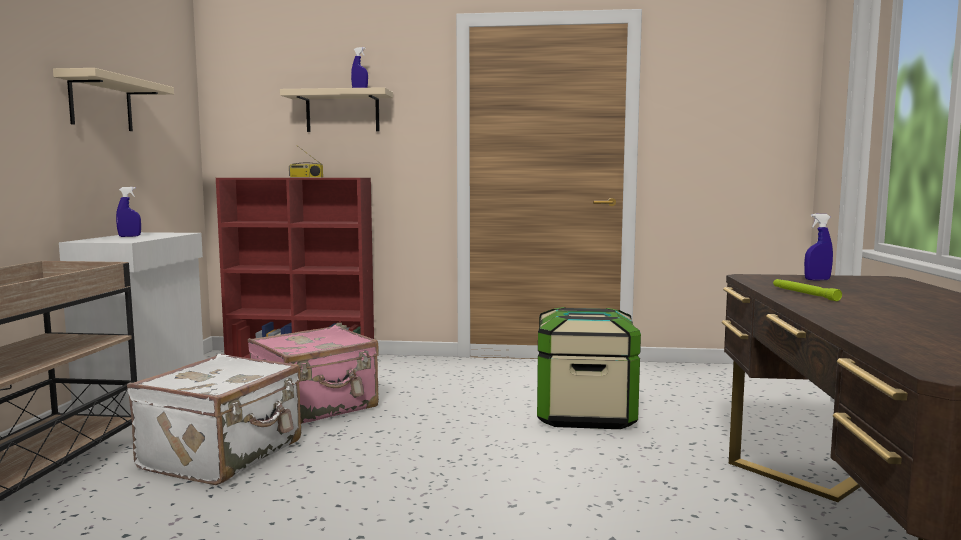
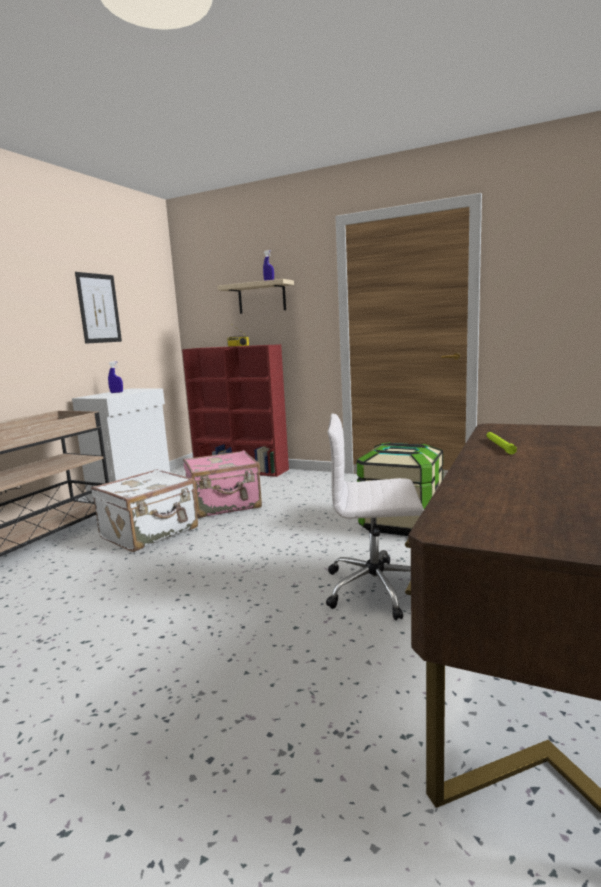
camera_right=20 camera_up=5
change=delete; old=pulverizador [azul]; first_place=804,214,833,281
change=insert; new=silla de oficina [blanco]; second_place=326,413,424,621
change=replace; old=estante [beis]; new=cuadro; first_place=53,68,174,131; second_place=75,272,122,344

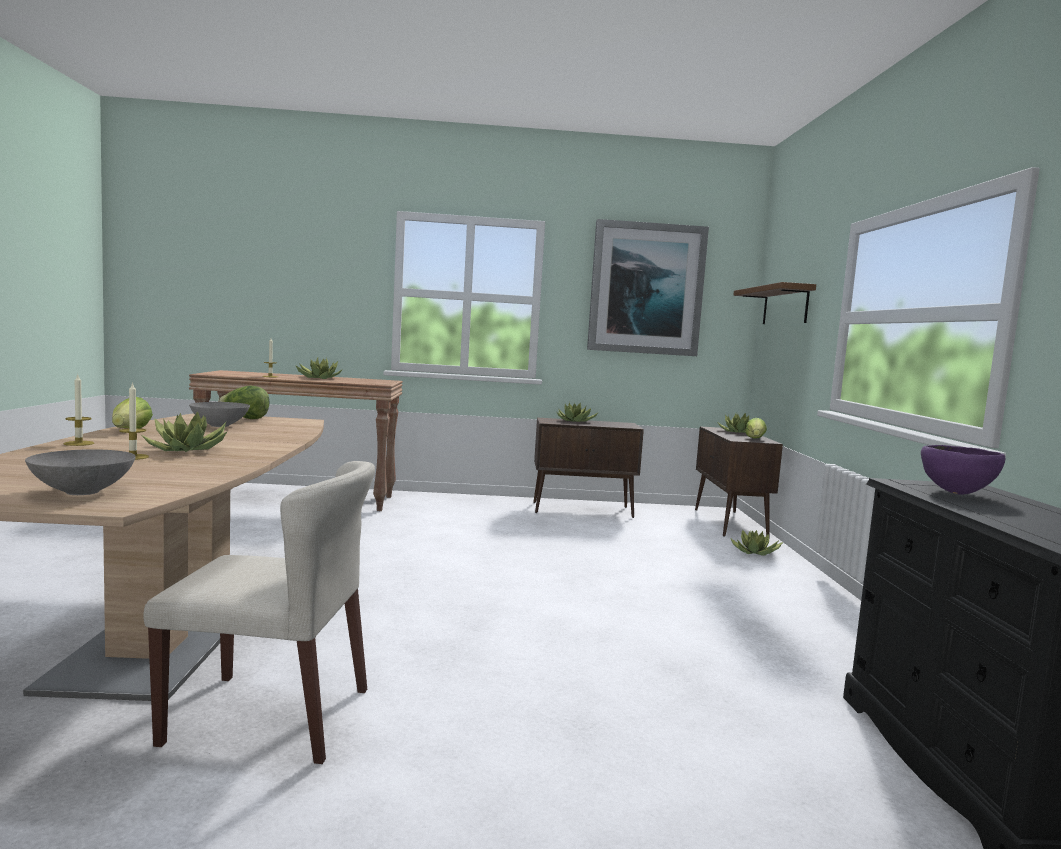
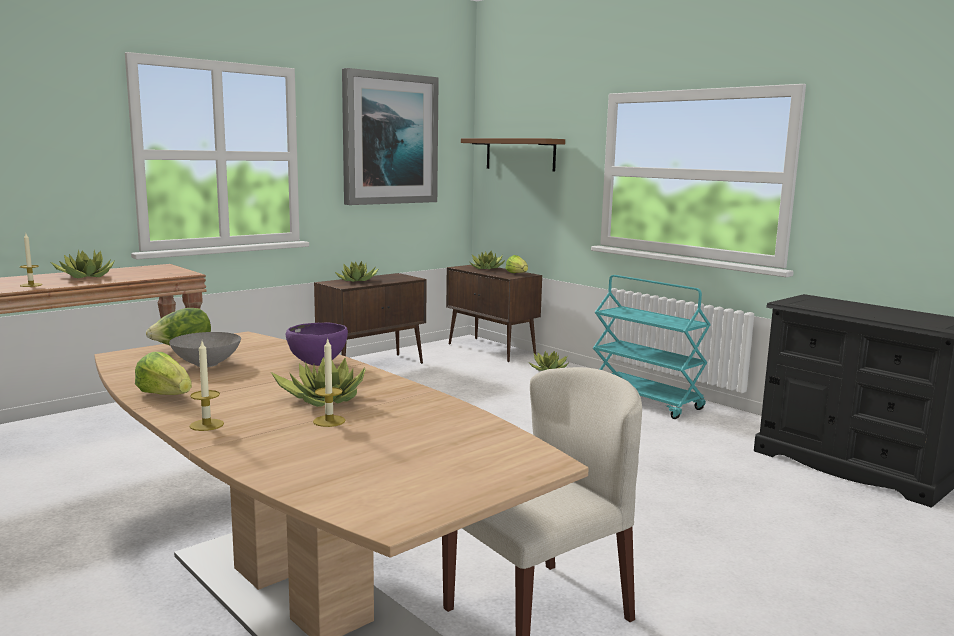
camera_right=-40 camera_up=5
change=delete; old=cuenco [gris]; first_place=25,449,136,495
change=insert; new=carrito [turquesa]; second_place=593,275,711,419
change=move; old=cuenco [morado]; first_place=921,445,1006,495; second_place=286,322,348,366

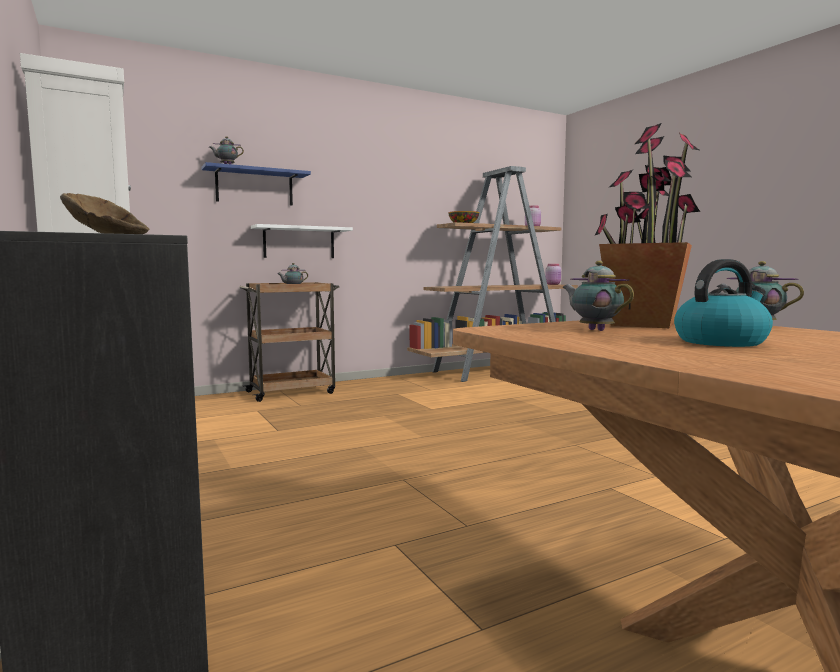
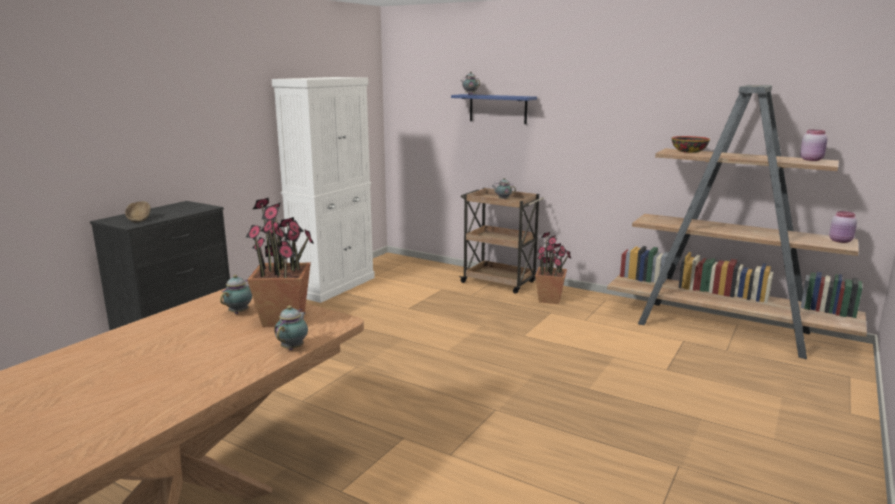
camera_right=60 camera_up=10
change=delete; old=estante [blanco]; first_place=251,224,353,258
change=delete; old=hervidor; first_place=674,259,773,347
change=insert; new=planta en maceta; second_place=535,232,571,304

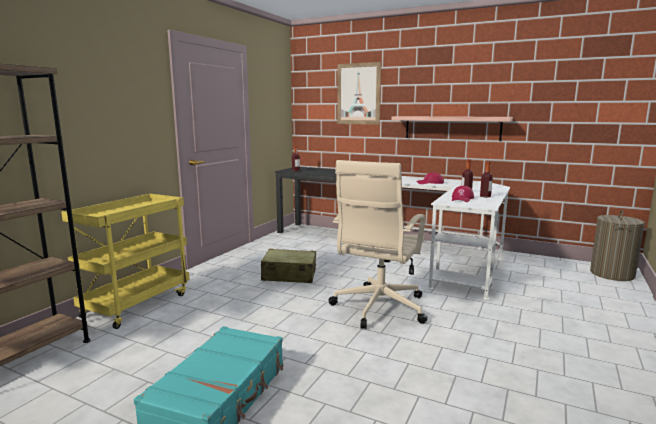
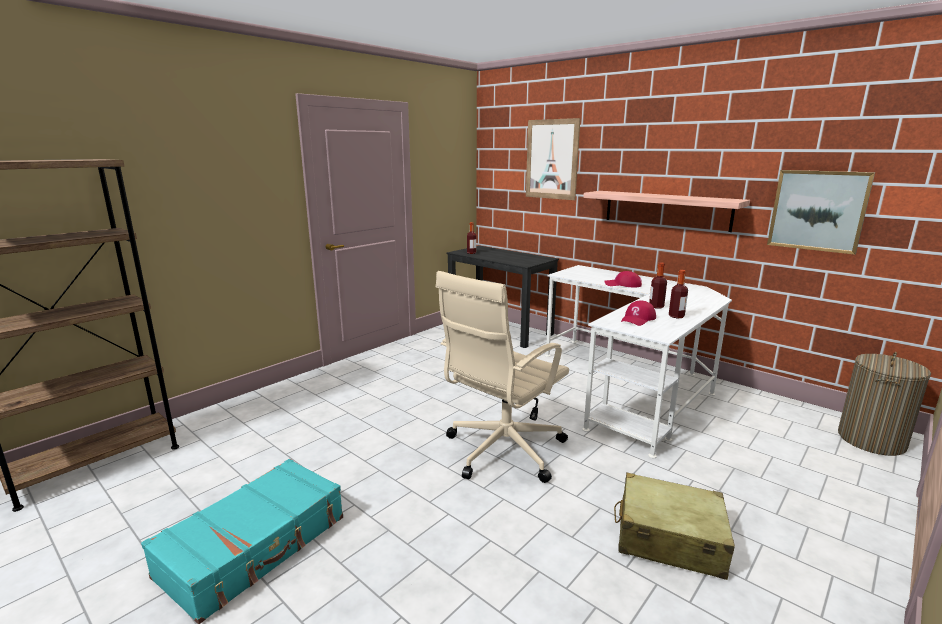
camera_right=15 camera_up=5
change=delete; old=carrito [amarillo]; first_place=61,194,190,329
change=insert; new=cuadro; second_place=767,170,875,255
change=move; old=maleta [beis]; first_place=261,249,316,283; second_place=614,473,735,580

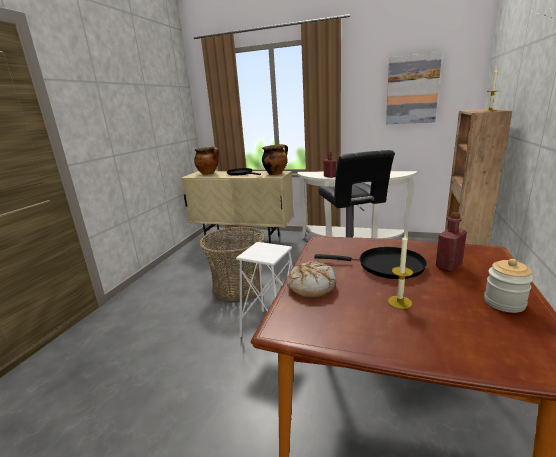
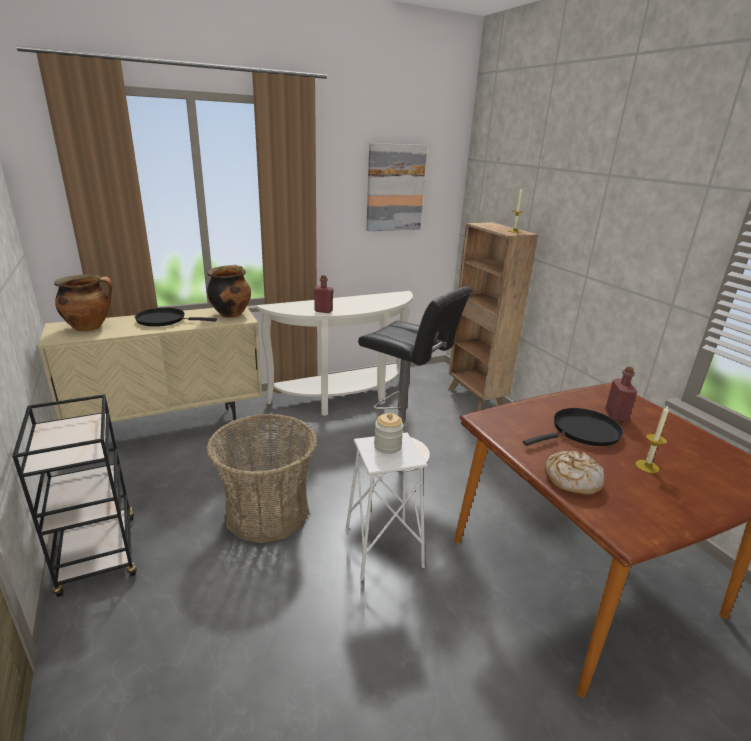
camera_right=-45 camera_up=5
change=insert; new=carrito [negro]; second_place=12,394,137,597
change=move; old=tarro; first_place=484,259,533,313; second_place=374,413,404,454

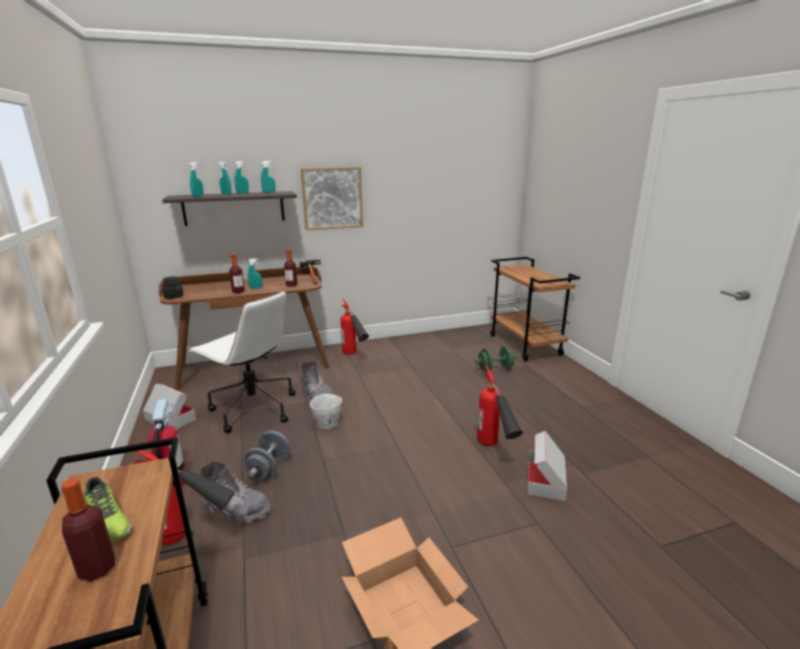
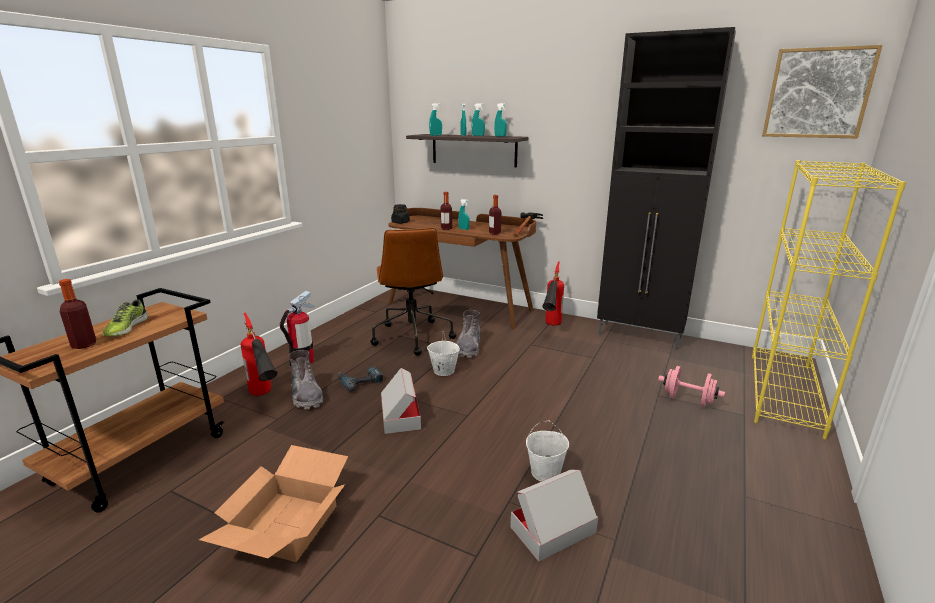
camera_right=45 camera_up=0
change=insert; new=armario [negro]; second_place=597,27,736,350
change=move; old=caja de cartón; first_place=143,384,196,430; second_place=381,368,421,434
change=move; old=cuadro; first_place=301,167,363,230; second_place=762,45,883,139
change=replace; old=mancuerna [gris]; new=taladro; first_place=243,431,290,479; second_place=338,366,383,392
change=replace; old=extintor; new=cubo [blanco]; first_place=477,365,523,446; second_place=526,420,569,482
change=replace; old=carrito [marrón]; new=estantería [amarillo]; first_place=490,257,580,361; second_place=752,160,906,440
change=recolor; old=silla de oficina [blanco]; new=silla de oficina [marrón]; first_place=189,291,295,433; second_place=370,228,456,356
change=recolor; old=mancuerna [verde]; new=mancuerna [rosa]; first_place=475,346,517,372; second_place=658,366,725,407

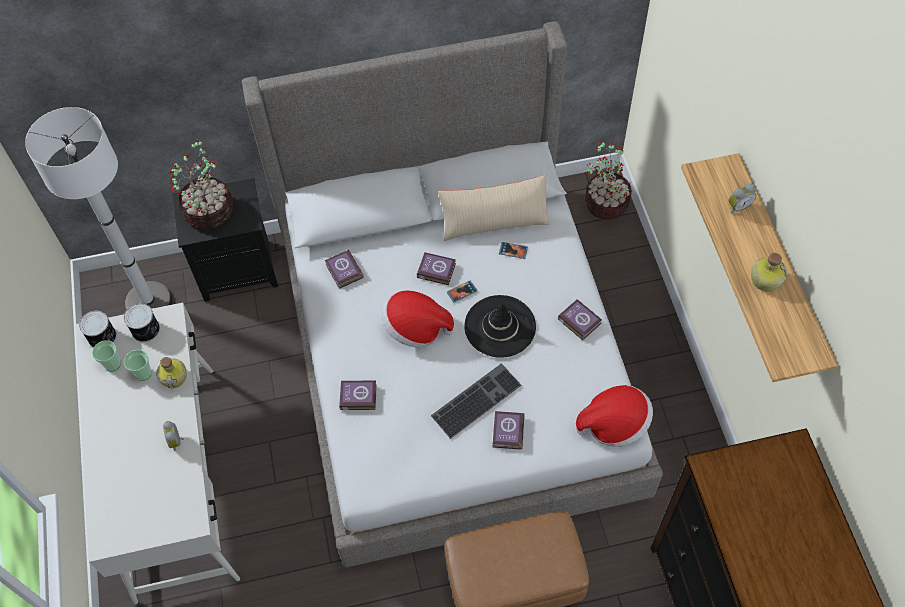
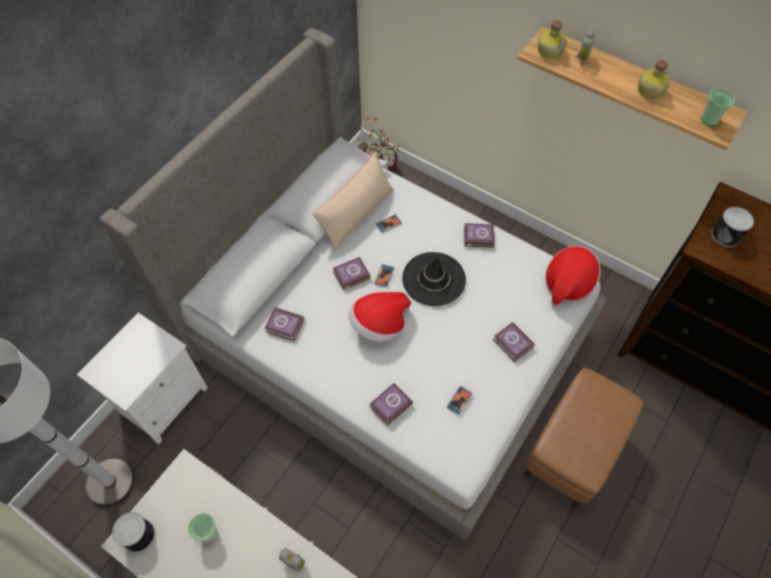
camera_right=-45 camera_up=0
change=delete; old=planta en maceta; first_place=169,138,233,230
change=delete; old=teclado; first_place=431,363,521,439
change=insert; new=móvil; second_place=447,386,473,415
change=move; old=taza; first_place=92,340,121,371; second_place=701,88,735,126
change=move; old=lata; first_place=124,303,160,342; second_place=712,207,754,247
change=move; old=botella; first_place=156,357,187,388; second_place=538,20,567,59
change=recolor; old=mesita de noche [negro]; new=mesita de noche [blanco]; first_place=172,178,278,302; second_place=77,313,208,445

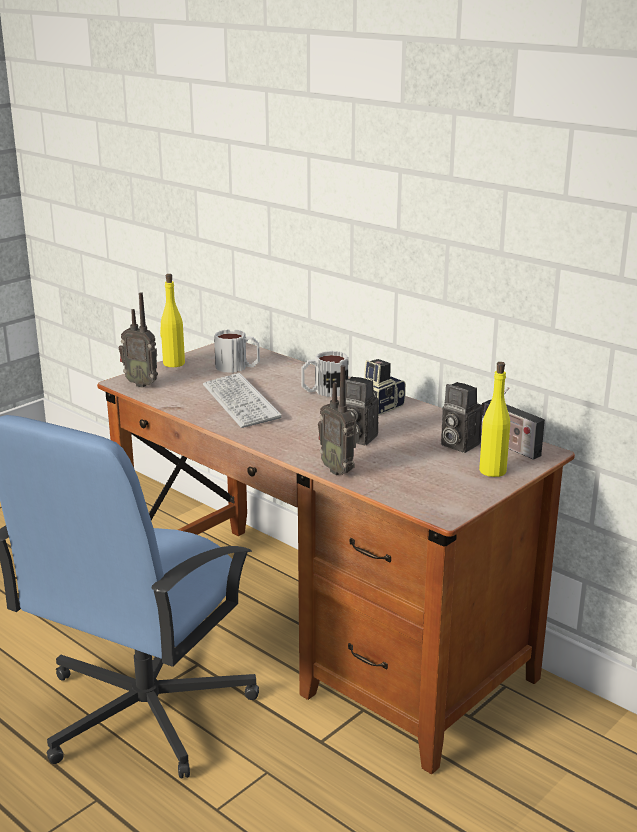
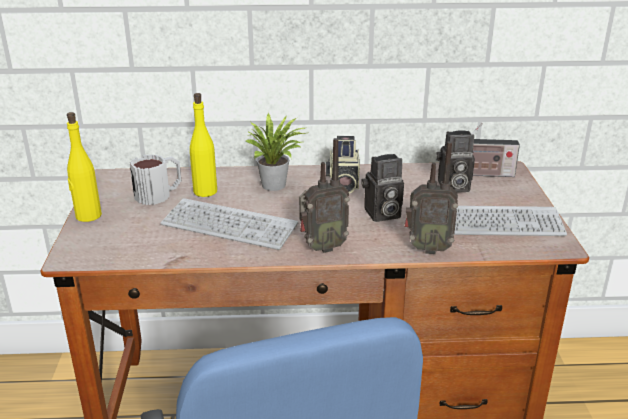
camera_right=-45 camera_up=5
change=insert; new=teclado; second_place=454,206,567,236
change=move; old=radio; first_place=119,292,158,388; second_place=299,138,350,253
change=move; old=botella [amarillo]; first_place=479,362,510,477; second_place=190,93,217,197
change=replace; old=taza grande; new=planta en maceta; first_place=301,351,348,397; second_place=246,113,306,191

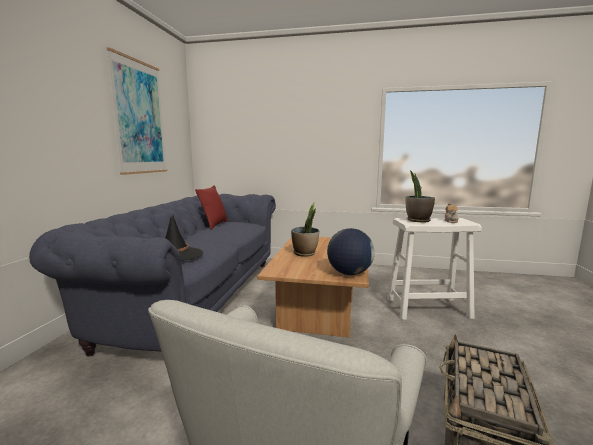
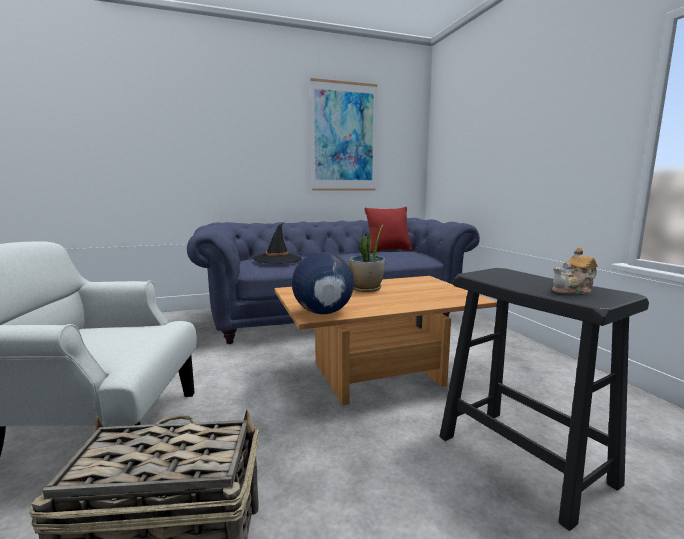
camera_right=60 camera_up=0
change=delete; old=planta en maceta; first_place=406,171,435,222
change=recolor; old=taburete [blanco]; new=taburete [negro]; first_place=387,218,482,320; second_place=440,268,649,531

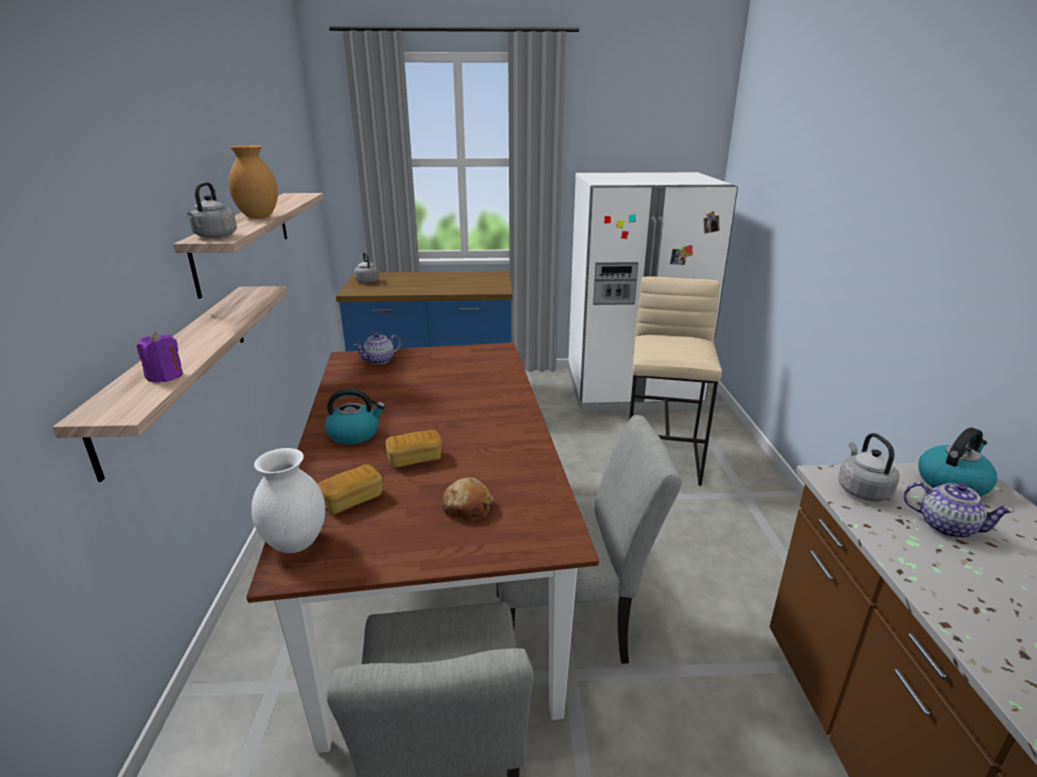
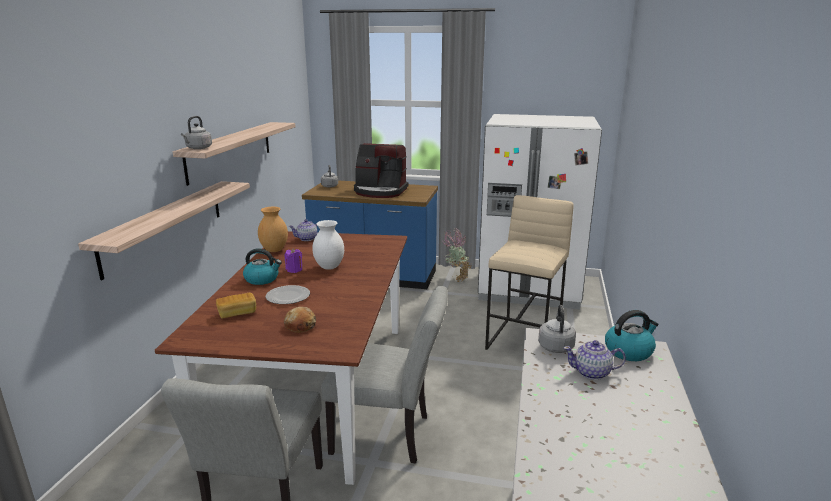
camera_right=15 camera_up=-5
change=insert; new=cafetera; second_place=354,143,409,198
change=insert; new=planta en maceta; second_place=442,228,471,282
change=move; old=vela [morado]; first_place=137,331,183,382; second_place=285,248,302,273
change=move; old=florero [marrón]; first_place=228,145,278,218; second_place=258,207,288,252
change=move; old=florero [blanco]; first_place=251,448,325,553; second_place=312,220,344,270
change=replace; old=pan; new=plato; first_place=385,430,442,467; second_place=266,285,310,304
change=rotate; old=tetera; first_place=903,482,1014,538; second_place=563,340,626,380; degrees=135

